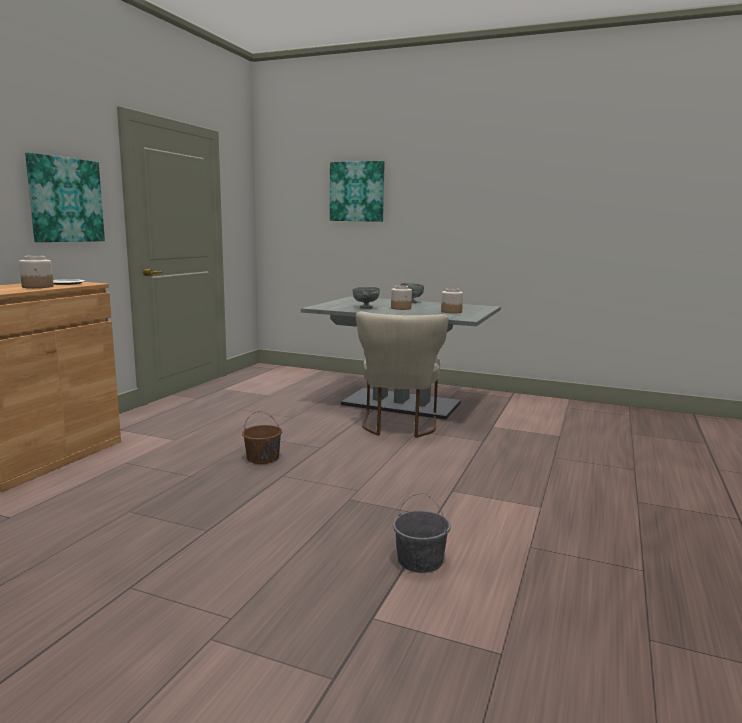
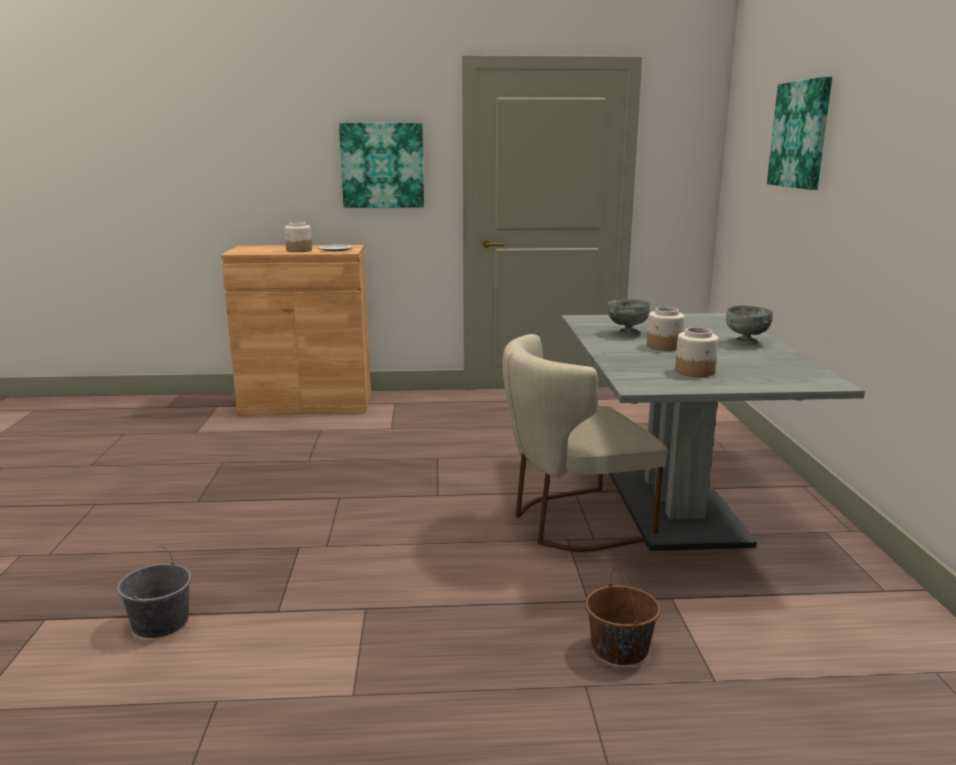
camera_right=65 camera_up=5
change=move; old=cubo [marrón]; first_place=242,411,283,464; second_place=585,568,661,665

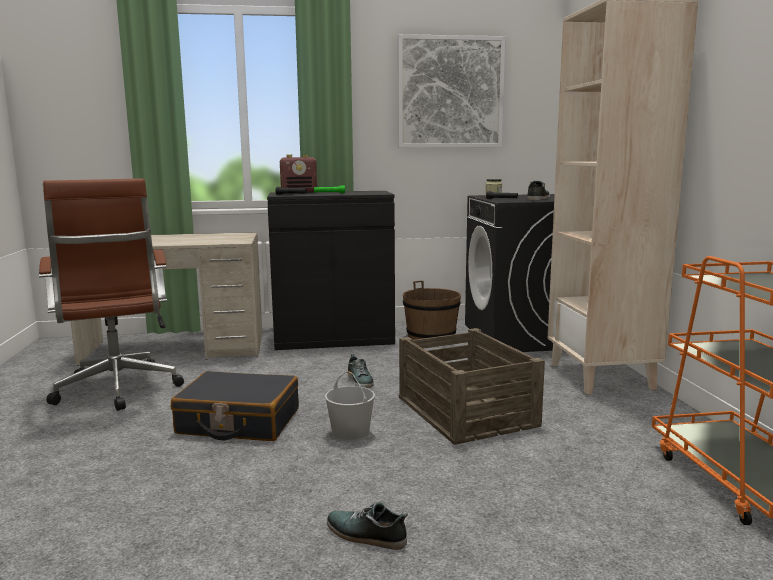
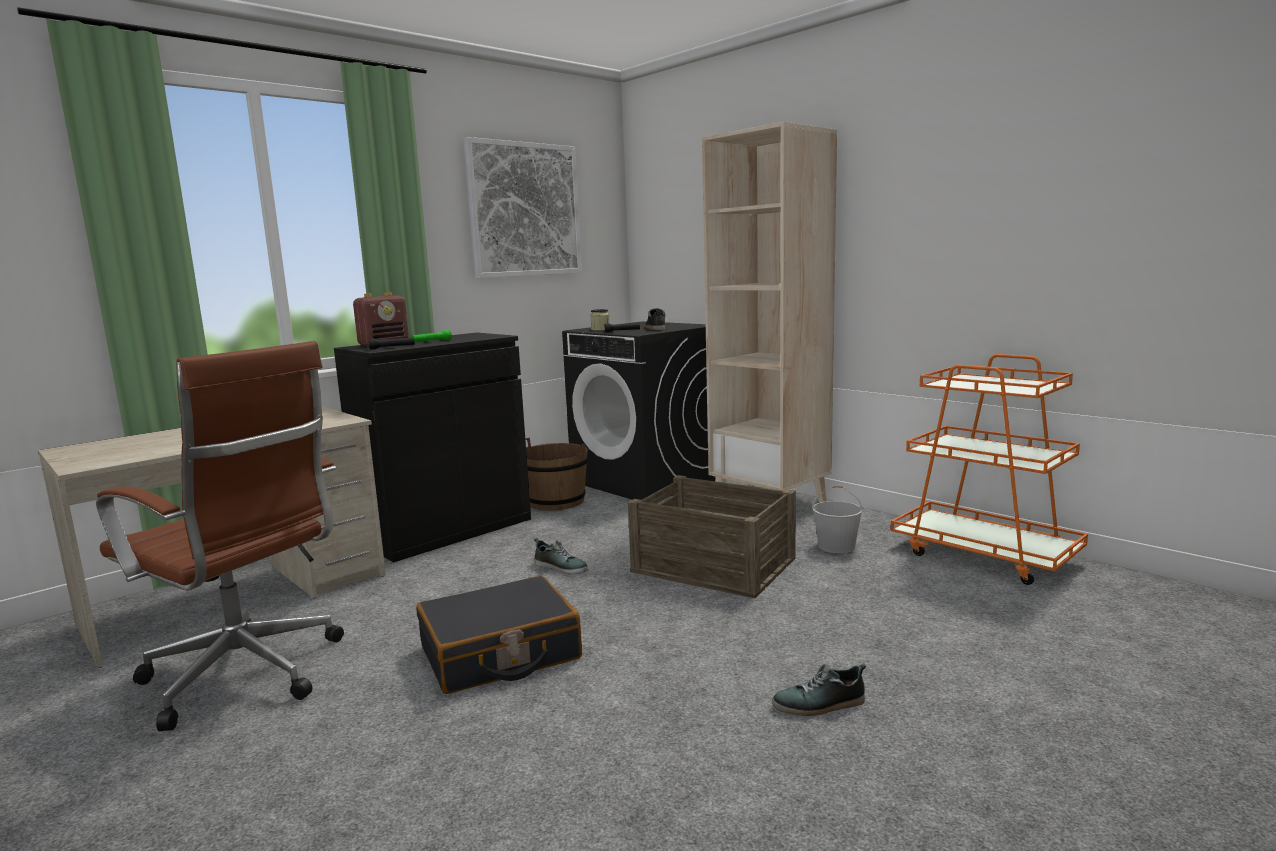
camera_right=-35 camera_up=0
change=move; old=cubo [blanco]; first_place=325,371,375,442; second_place=812,486,862,553

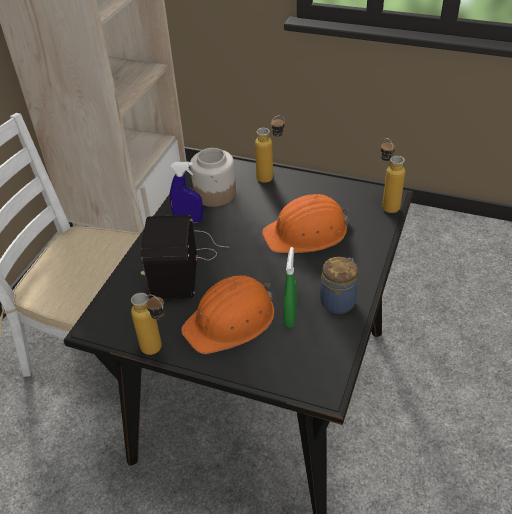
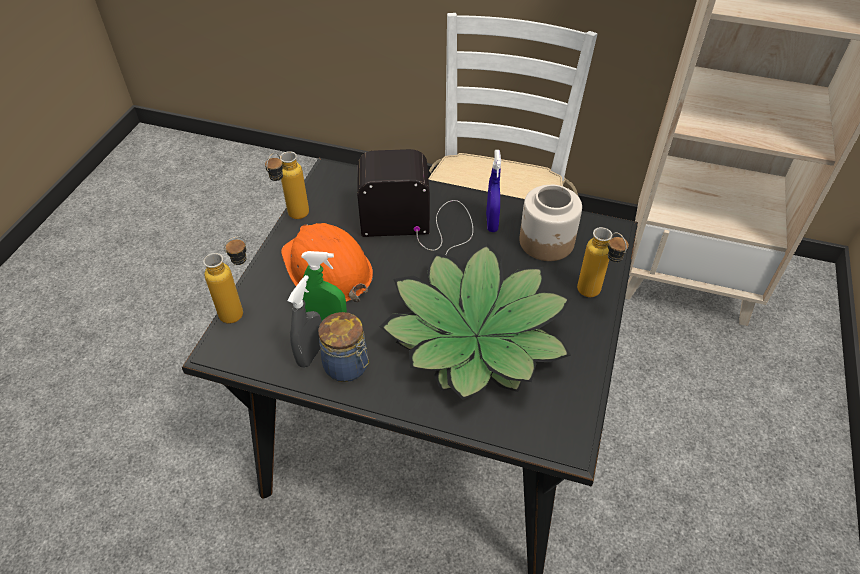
camera_right=85 camera_up=5
change=insert; new=pulverizador [gris]; second_place=287,275,322,368
change=move; old=botella; first_place=381,138,405,213; second_place=203,237,247,324
change=replace; old=casco [naranja]; new=planta en maceta; first_place=262,194,349,253; second_place=379,243,571,400

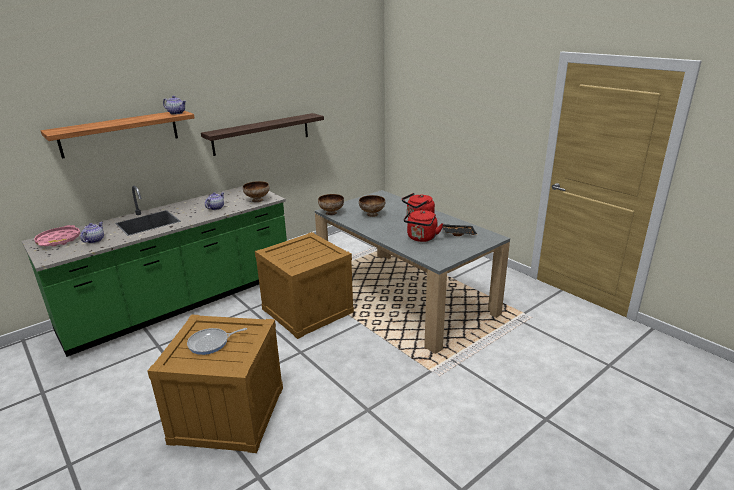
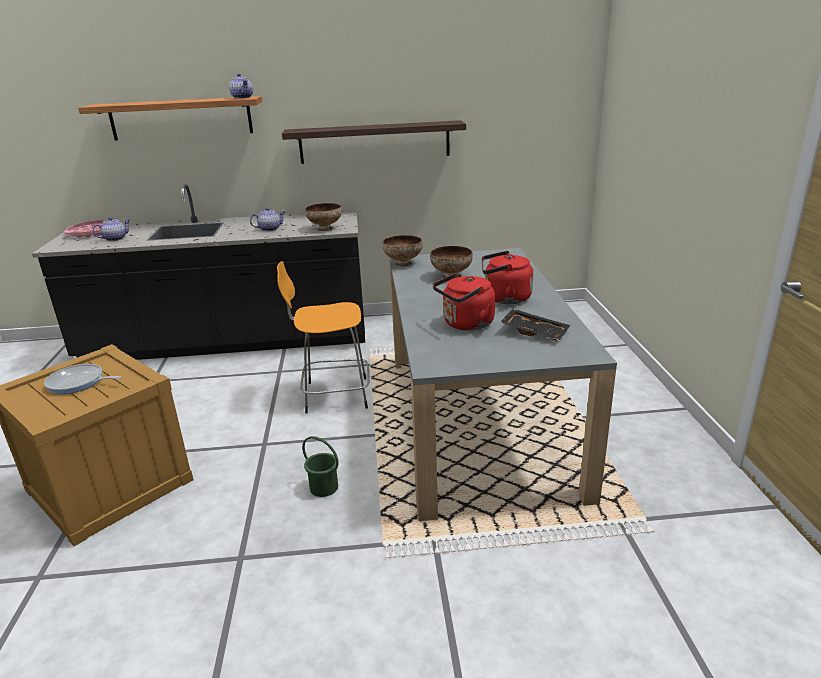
camera_right=35 camera_up=0
change=insert; new=cubo [verde]; second_place=302,436,339,497
change=replace; old=caja de embalaje; new=taburete [naranja]; first_place=255,232,354,339; second_place=277,261,370,414
change=recolor; old=mueble bajo de cocina [verde]; new=mueble bajo de cocina [negro]; first_place=22,186,287,357; second_place=32,184,365,360

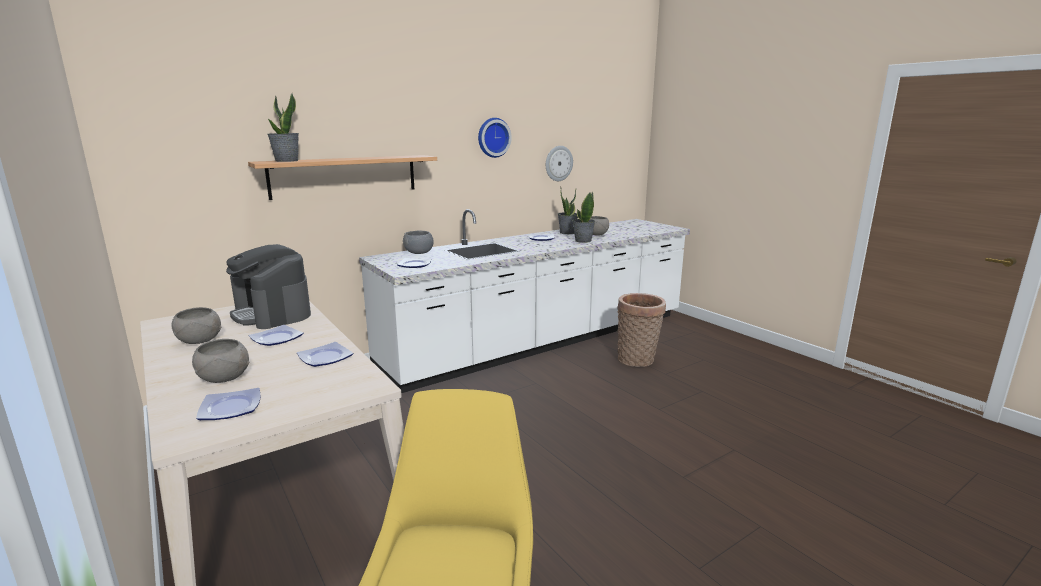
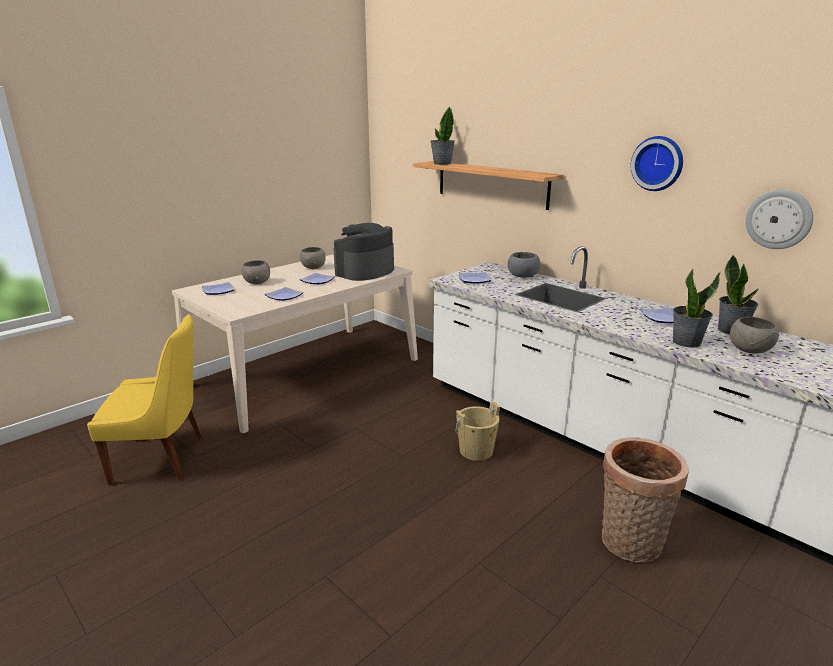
camera_right=80 camera_up=5
change=insert; new=cubo [beis]; second_place=455,401,500,461

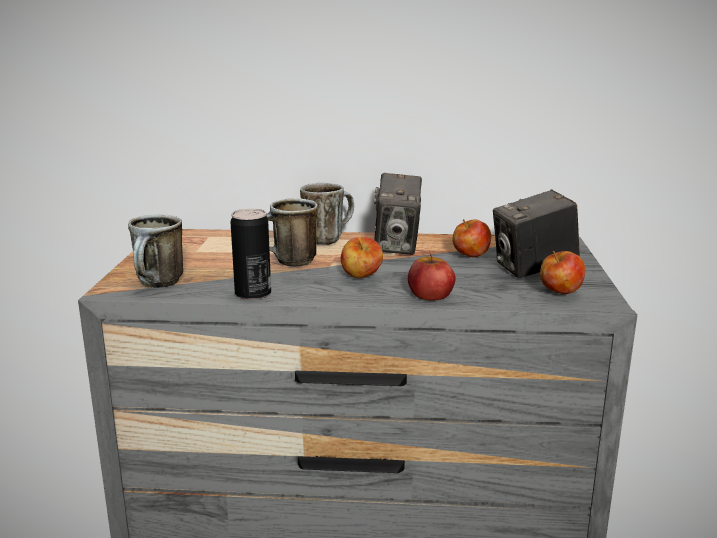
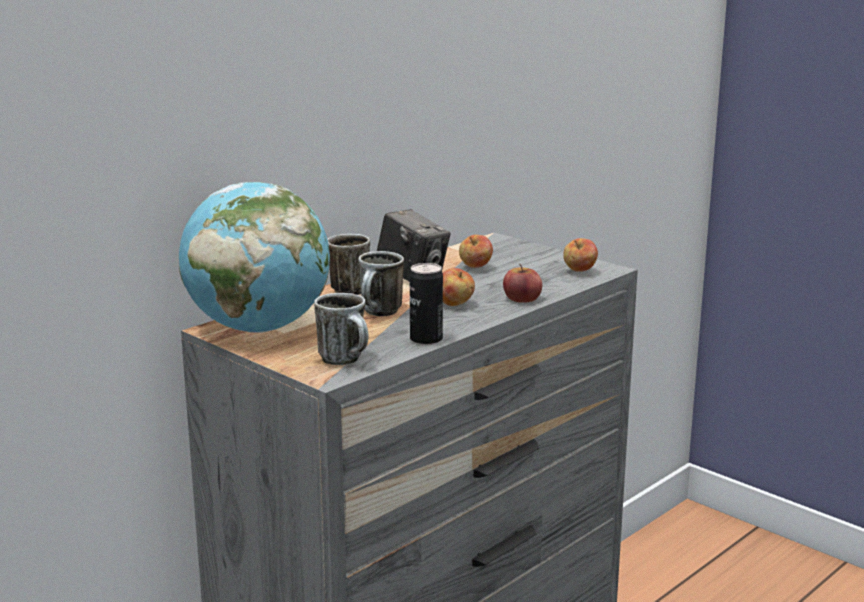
camera_right=-50 camera_up=0
change=delete; old=cámara; first_place=493,189,580,278
change=insert; new=globo terráqueo; second_place=179,182,330,333

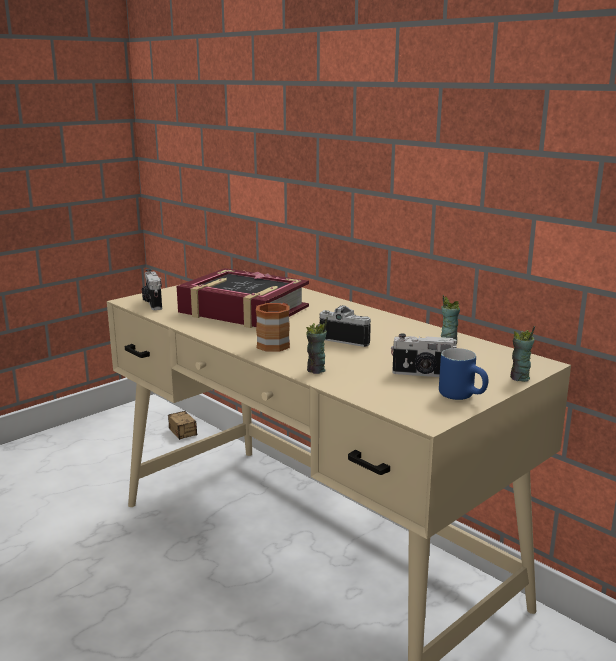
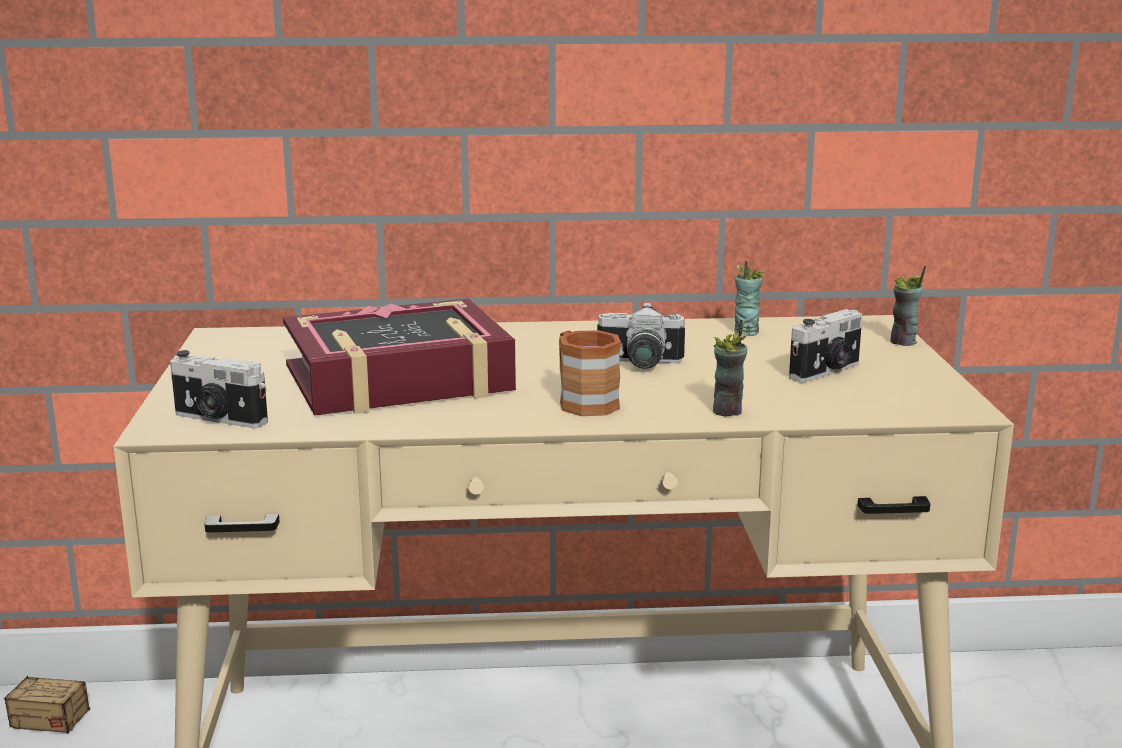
camera_right=-50 camera_up=0
change=delete; old=taza grande [azul]; first_place=439,348,488,400
change=rotate; old=cámara; first_place=320,305,371,347; second_place=597,301,685,369; degrees=-150

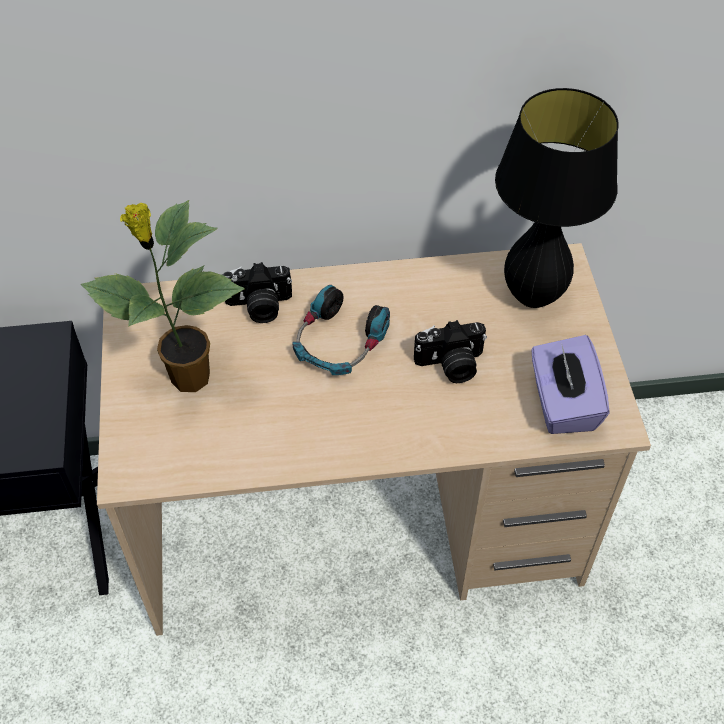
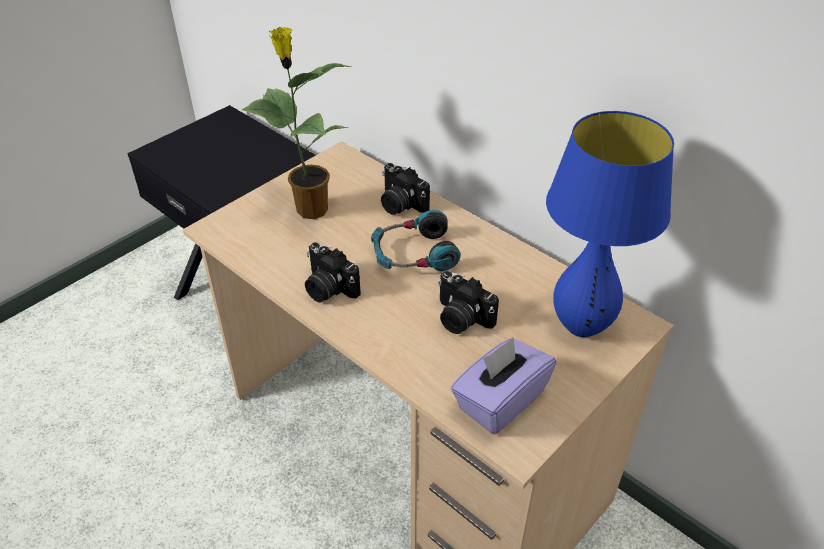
camera_right=50 camera_up=-10
change=insert; new=cámara; second_place=305,242,361,303
change=recolor; old=lámpara de mesa [negro]; new=lámpara de mesa [azul]; first_place=495,88,618,308; second_place=546,111,674,337

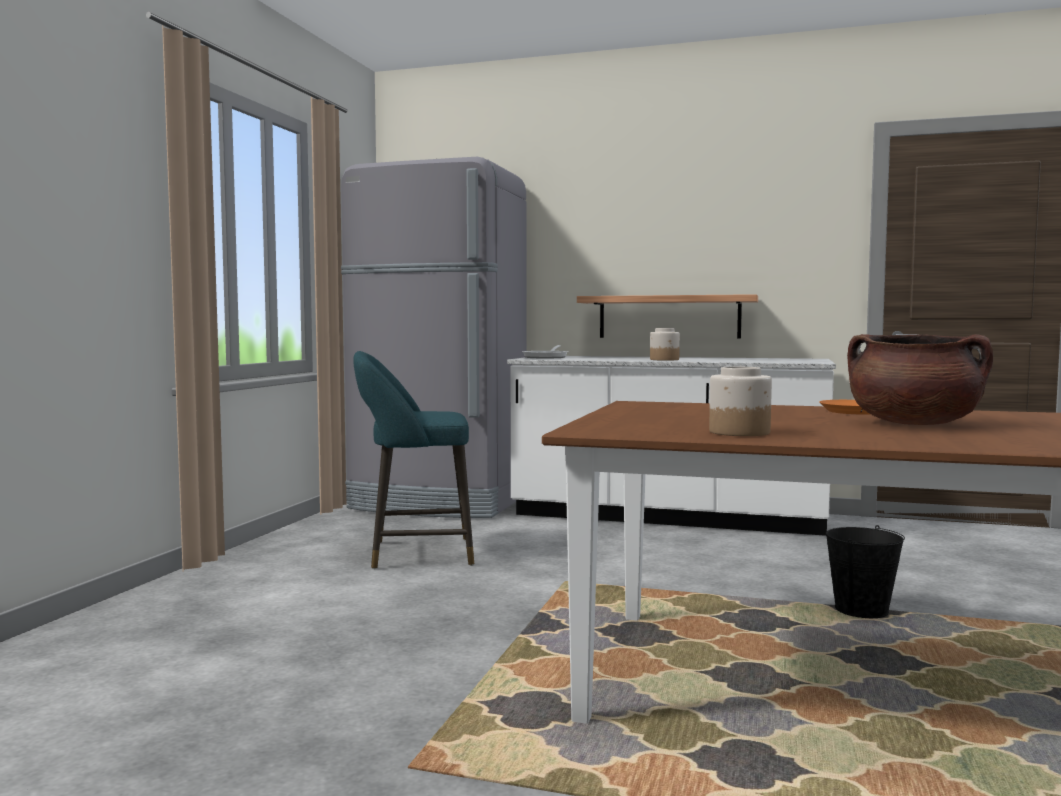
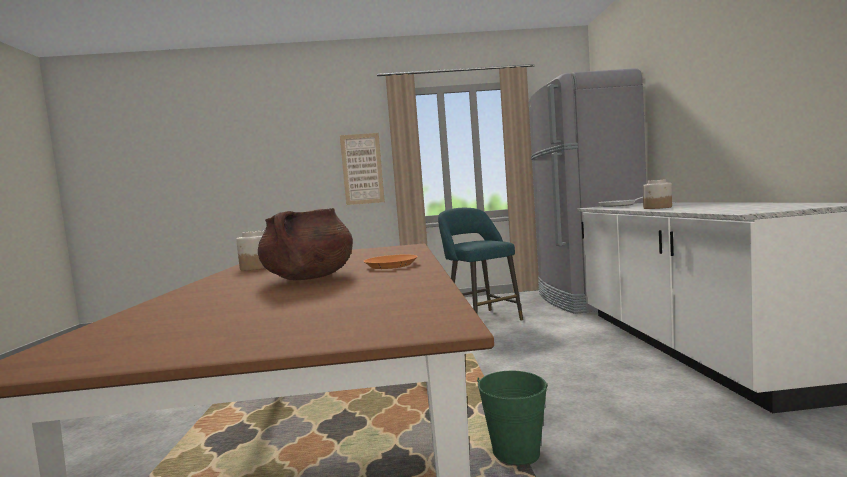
camera_right=70 camera_up=0
change=delete; old=estante; first_place=577,294,758,339
change=insert; new=cuadro; second_place=340,133,385,205
change=recolor; old=cubo [negro]; new=cubo [verde]; first_place=826,525,905,618; second_place=477,371,548,465

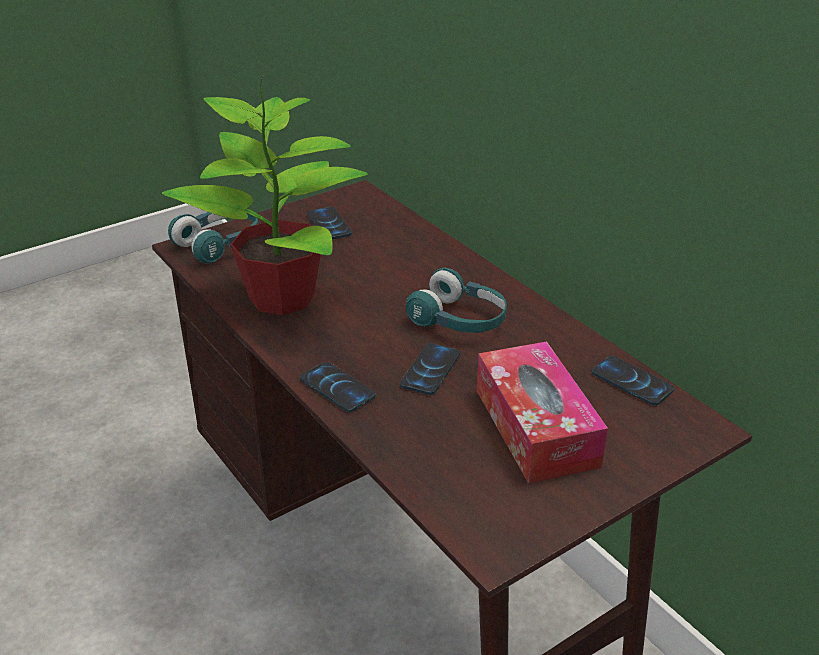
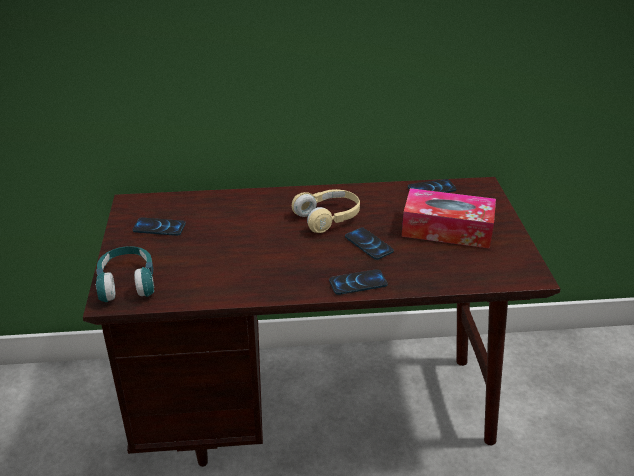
camera_right=-60 camera_up=0
change=delete; old=planta en maceta; first_place=162,77,368,315
change=recolor; old=auriculares [turquesa]; new=auriculares [beis]; first_place=406,268,507,333; second_place=292,189,360,233

